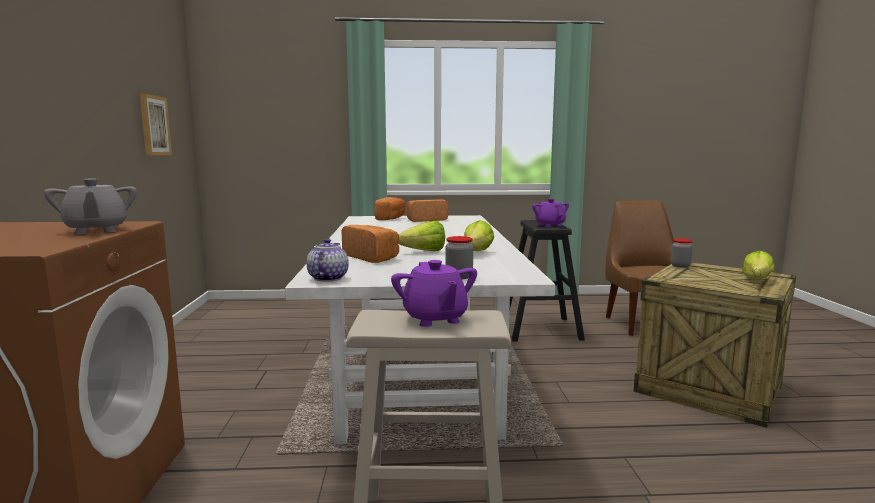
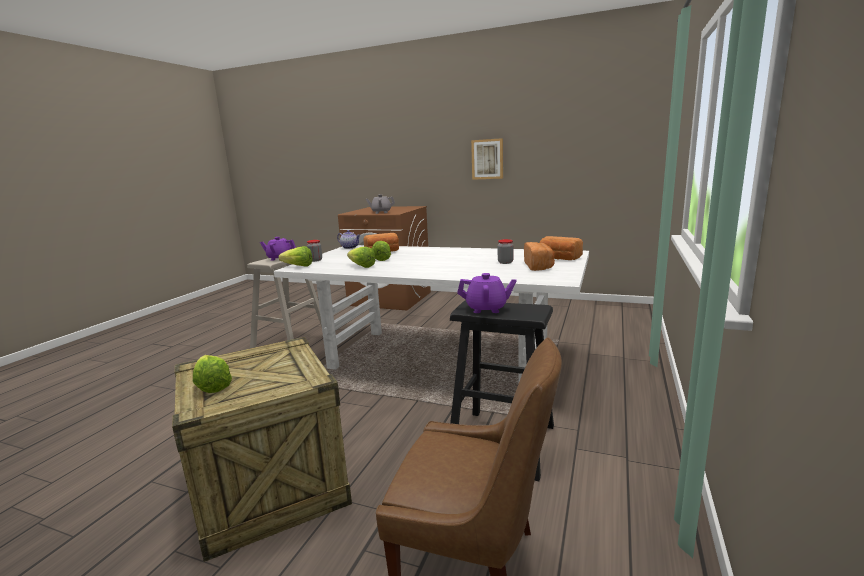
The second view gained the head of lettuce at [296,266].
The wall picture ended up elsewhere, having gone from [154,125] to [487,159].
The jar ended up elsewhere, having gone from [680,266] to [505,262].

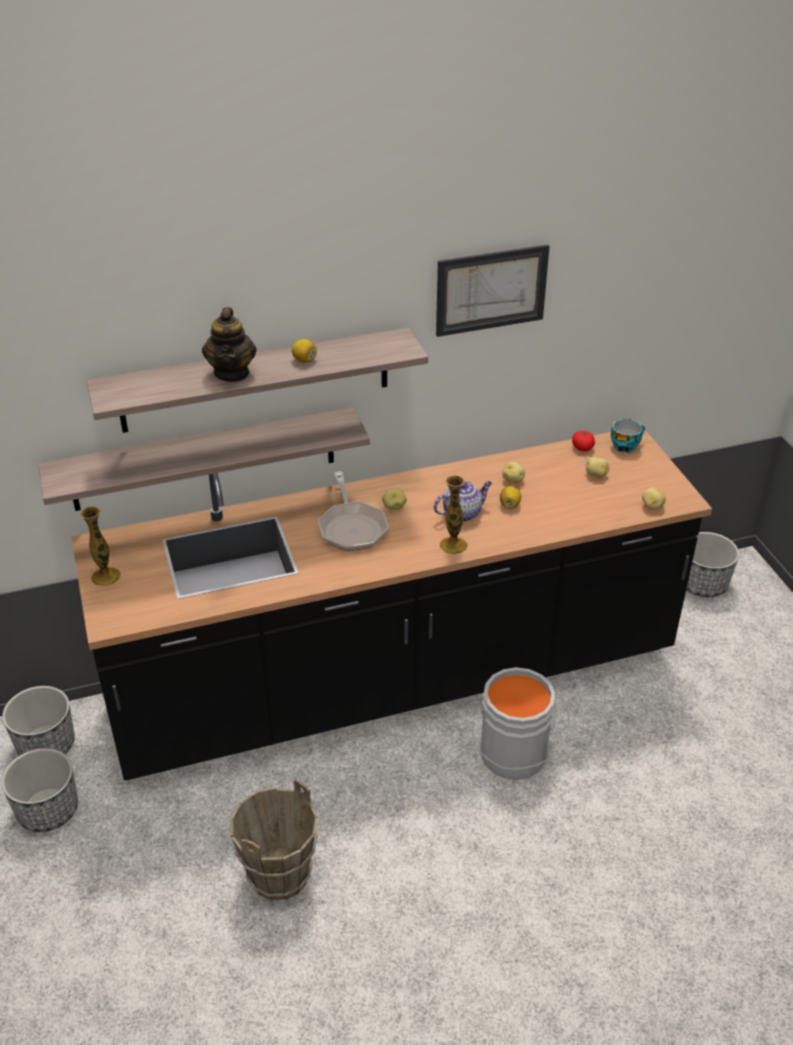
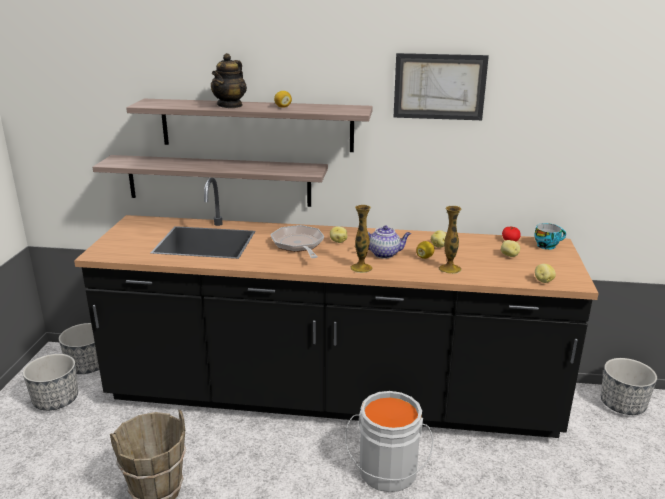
The skillet at [352,527] ended up facing another way, 150 degrees clockwise from before.
The vase ended up elsewhere, having gone from [106,576] to [449,269].

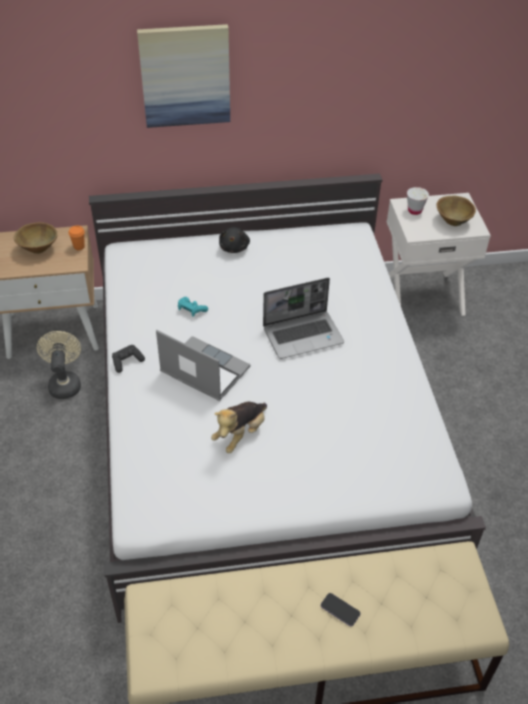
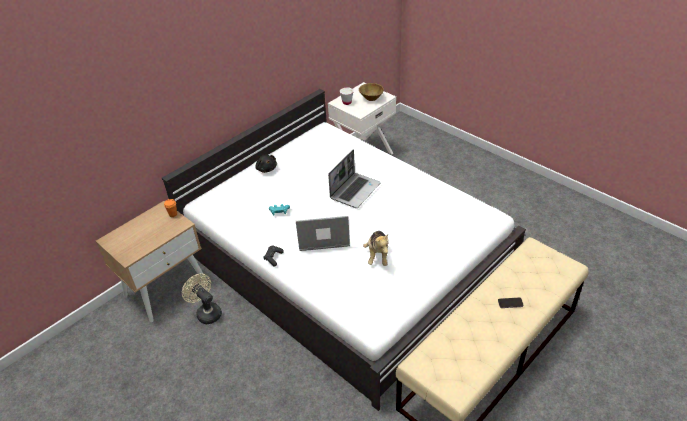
The second view lost the brownish serving bowl at [38,248].
The second view lost the wall picture at [185,76].

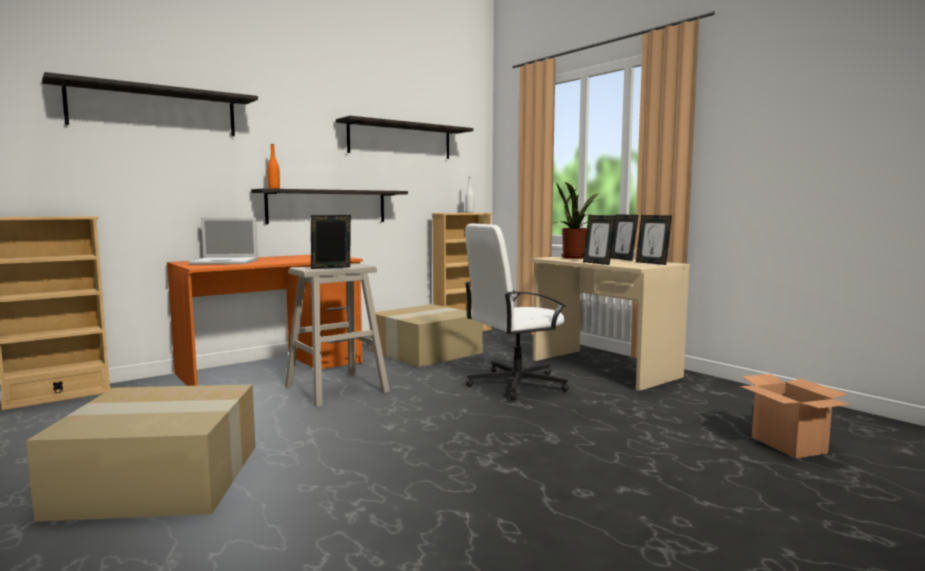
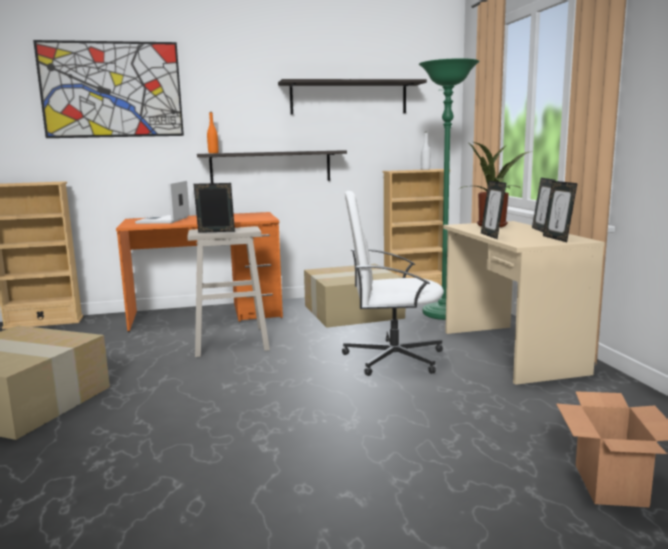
Where the bracket shelf hung at [154,110], the wall picture came to hang at [111,90].
The notebook computer at [226,262] ended up facing another way, 75 degrees clockwise from before.
The second view gained the green-coloured floor lamp at [443,314].

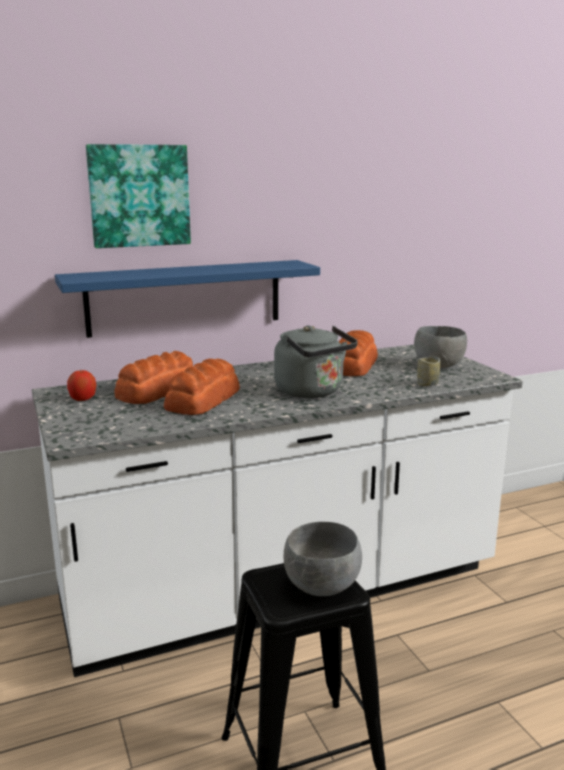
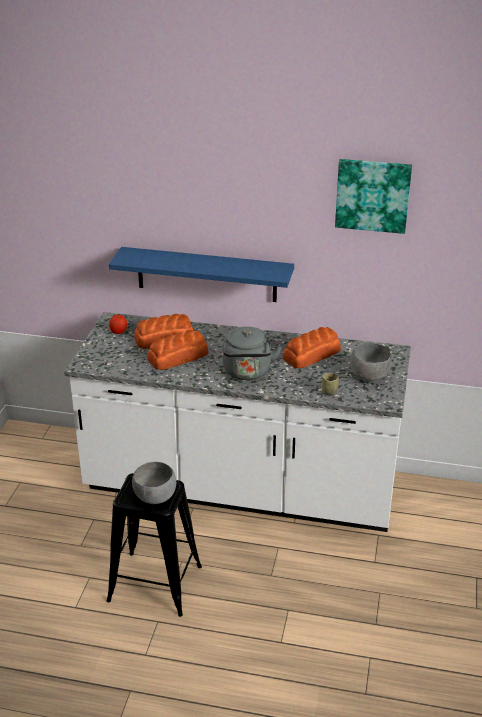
The wall picture ended up elsewhere, having gone from [139,196] to [373,195].

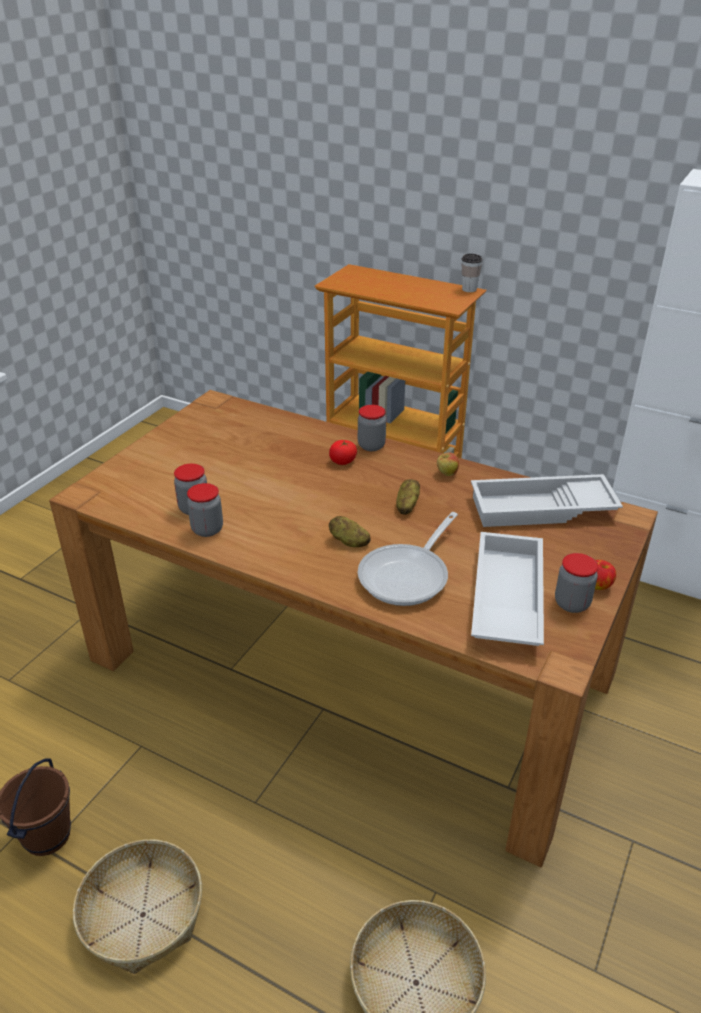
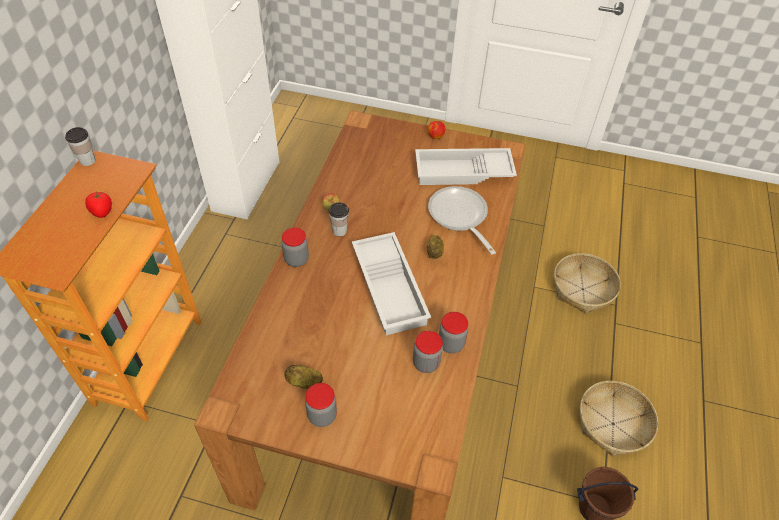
The whole tomato ended up elsewhere, having gone from [343,461] to [102,212].
The spud ended up elsewhere, having gone from [406,506] to [304,382].
The jar ended up elsewhere, having gone from [572,603] to [322,415].
The second view gained the small cup at [339,231].
The white-coloured serving tray ended up elsewhere, having gone from [541,510] to [391,287].
The skillet at [408,575] ended up facing another way, 135 degrees counterclockwise from before.

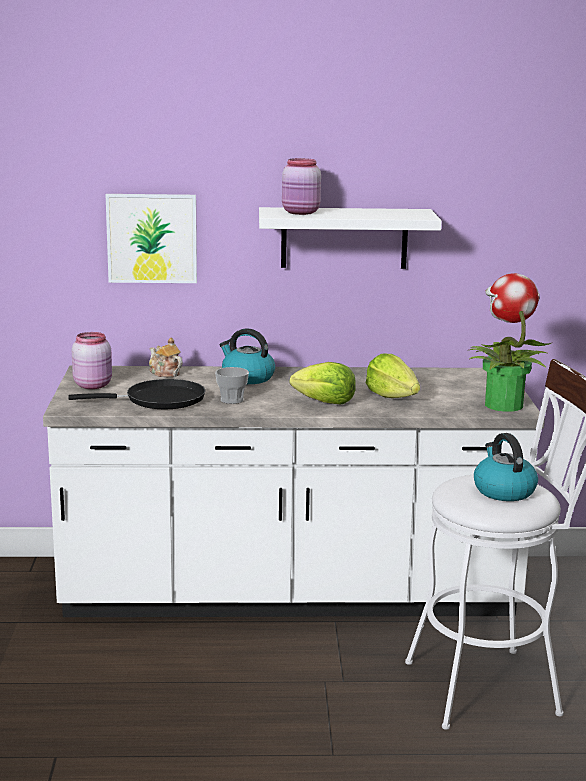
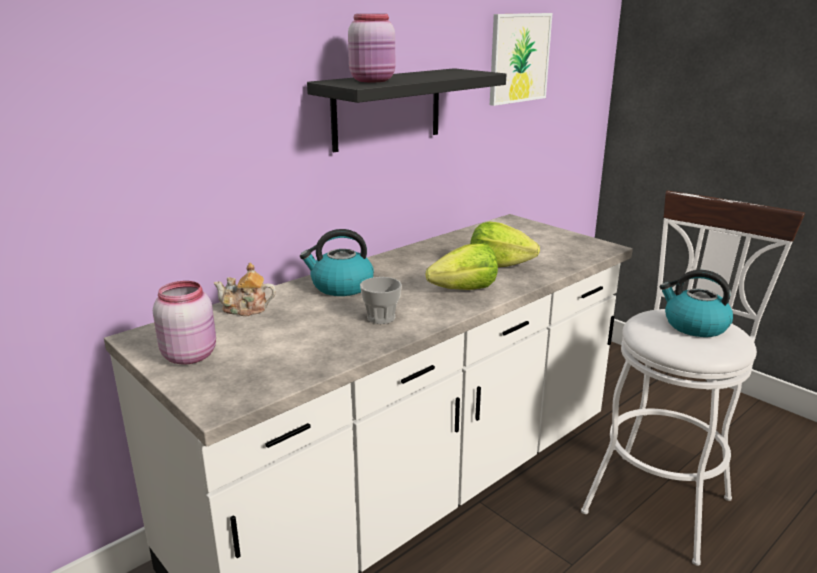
What was the white-coloured bracket shelf at [344,238] turned into the black-coloured bracket shelf at [387,109].
The wall picture ended up elsewhere, having gone from [152,238] to [519,58].
The second view lost the black-coloured skillet at [159,400].
The second view lost the potted plant at [502,404].

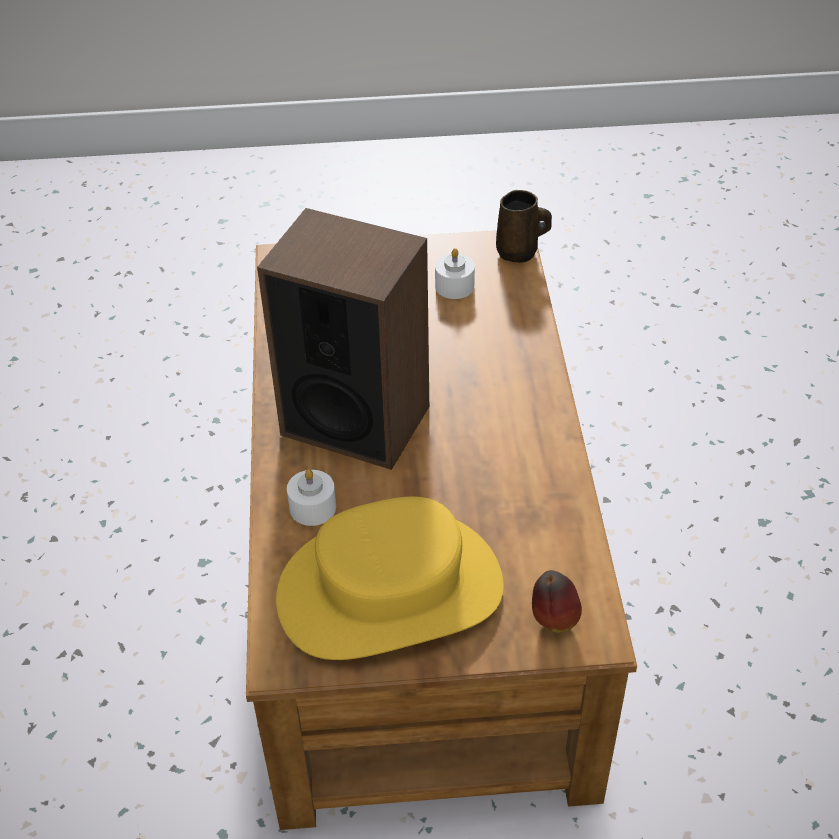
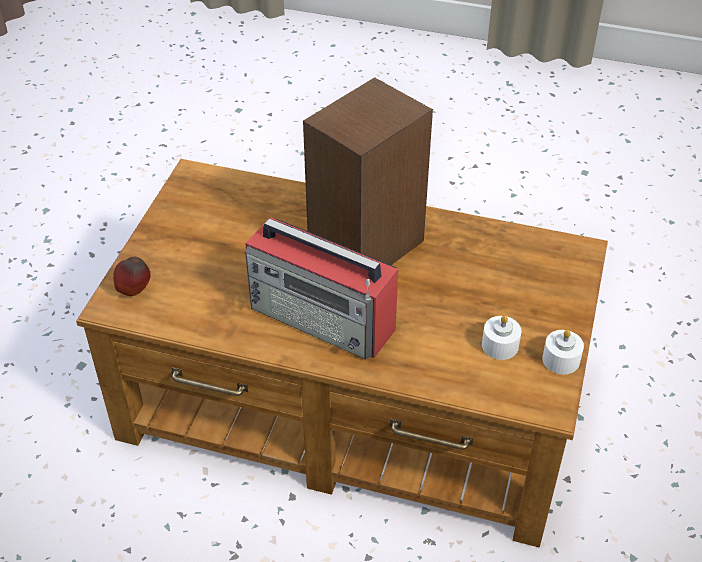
The second view gained the radio at [323,318].
The white-coloured candle ended up elsewhere, having gone from [312,507] to [561,360].
The second view lost the yellow-coloured hat at [390,590].
The second view lost the brownish tea mug at [519,252].

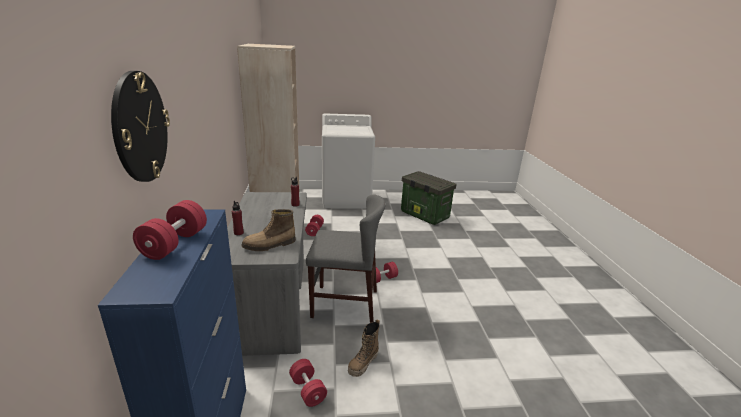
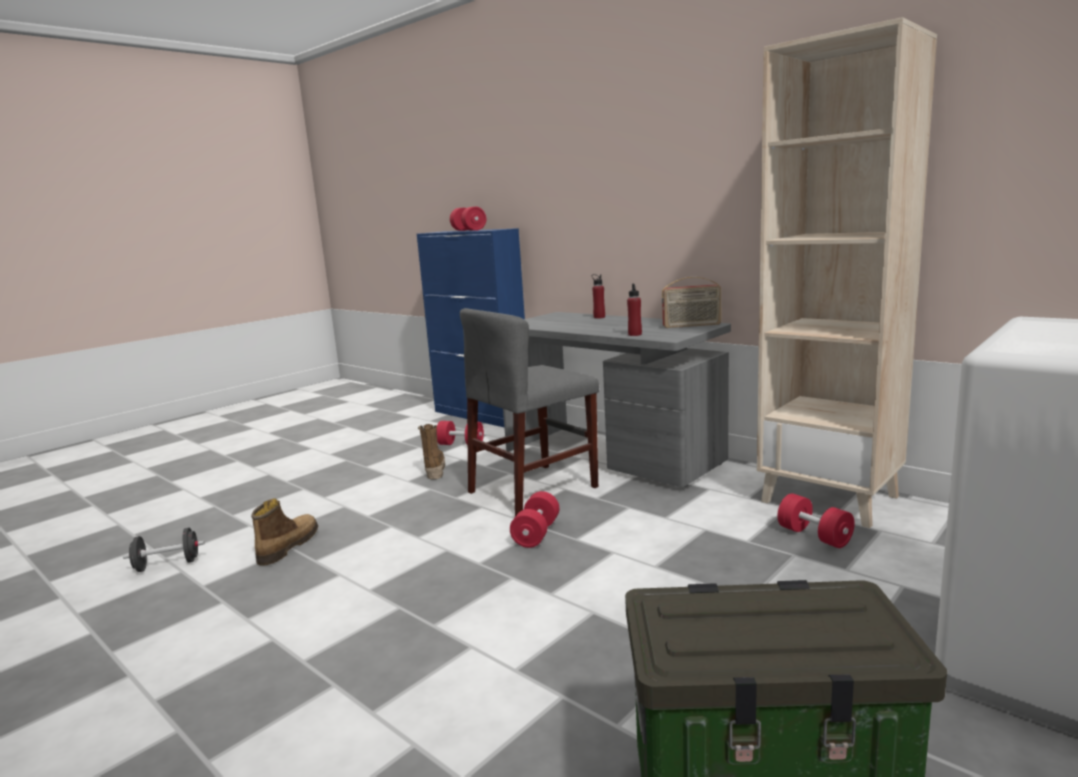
The second view gained the black-coloured free weight at [167,565].
The high-top boot ended up elsewhere, having gone from [269,245] to [287,546].
The second view gained the radio at [692,325].
The second view lost the clock on the wall at [140,127].

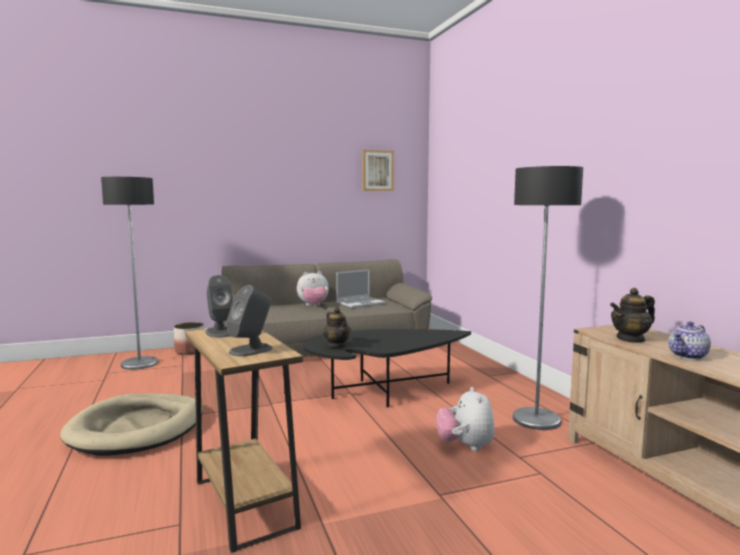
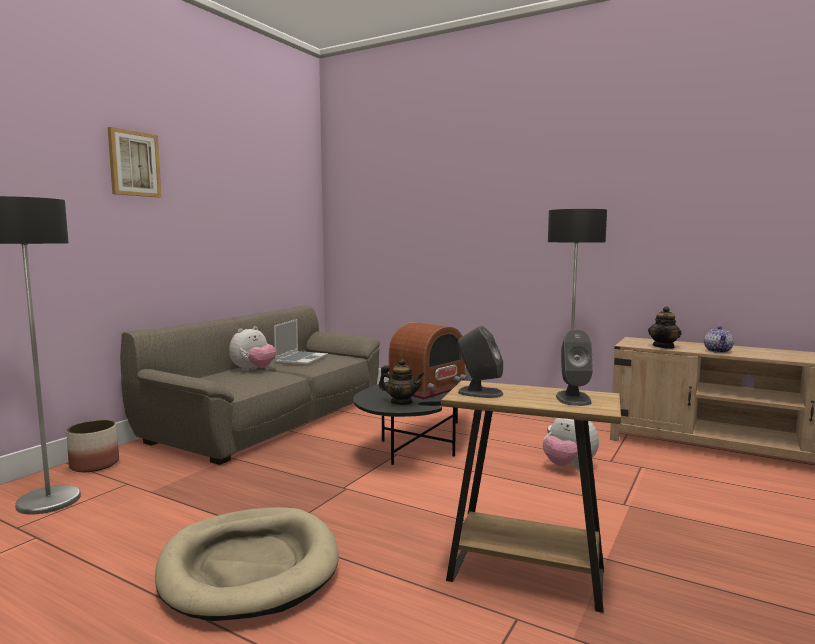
The wall picture ended up elsewhere, having gone from [377,170] to [134,164].
The second view gained the radio at [427,388].

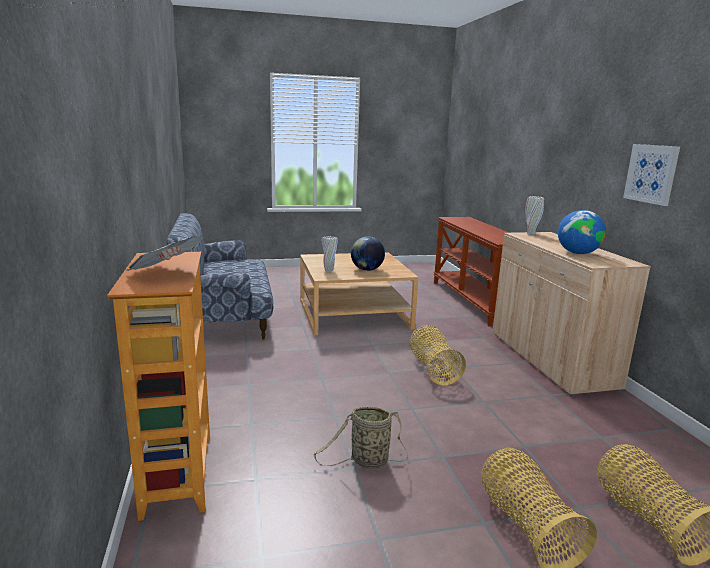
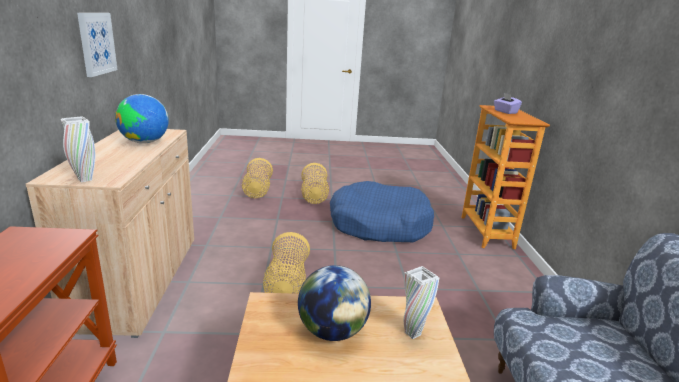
Where the household basket stood at [366,462], the blue-coloured dog cushion came to stand at [379,224].
Where the daily paper stood at [166,273], the purple tissue holder came to stand at [505,112].

